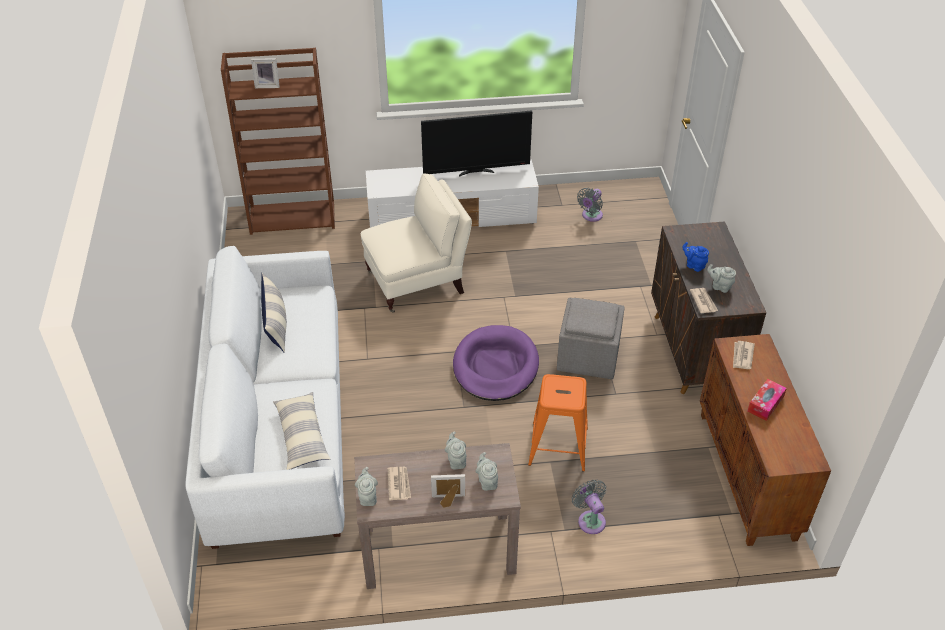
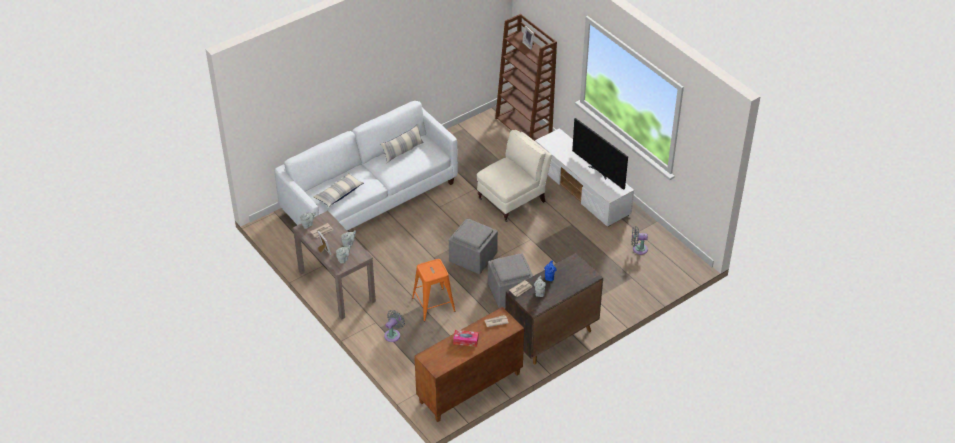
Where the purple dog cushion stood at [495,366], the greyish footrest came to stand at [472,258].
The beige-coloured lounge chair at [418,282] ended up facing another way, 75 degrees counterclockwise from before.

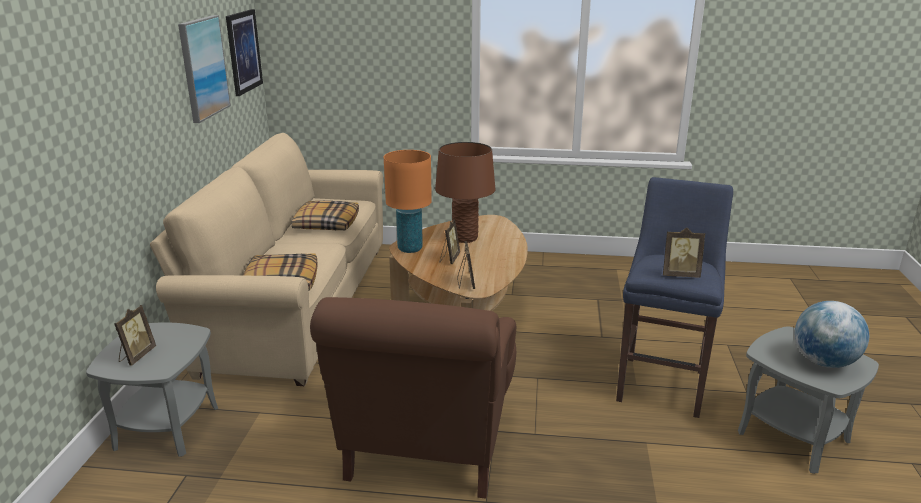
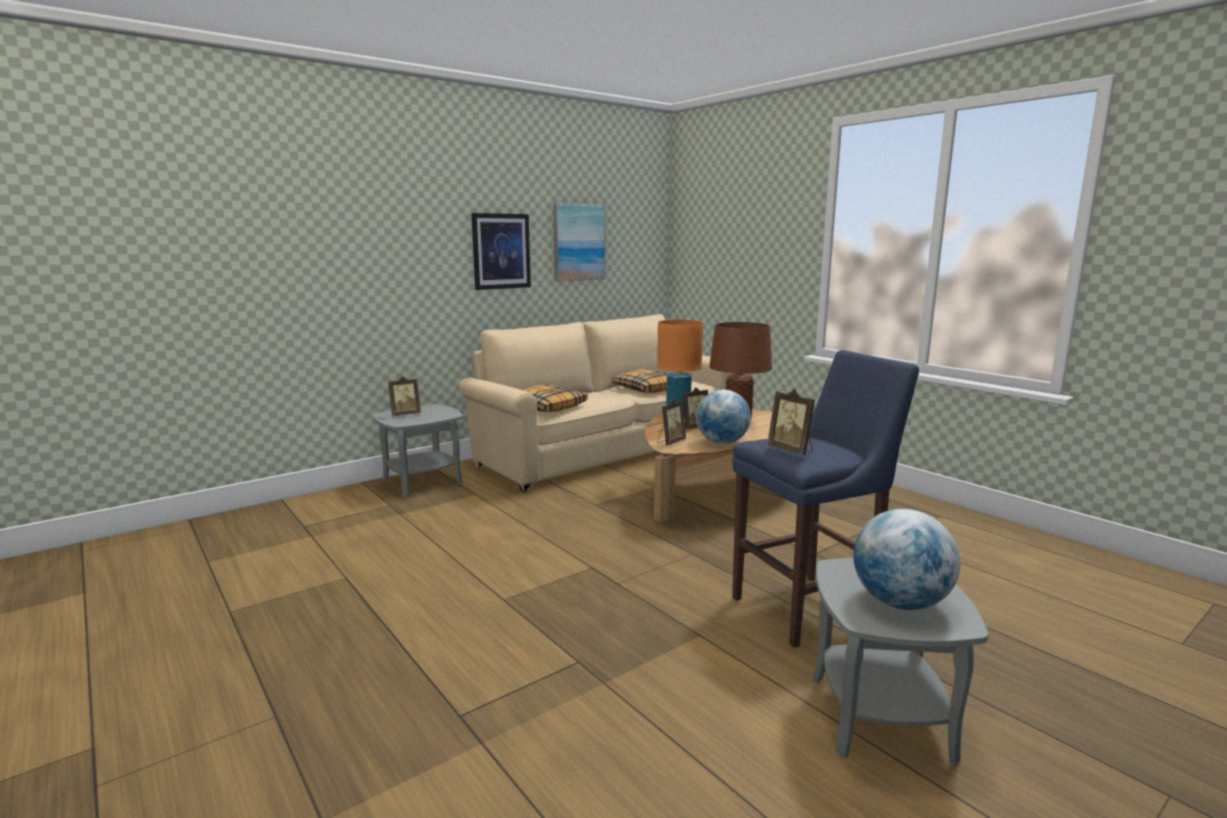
The wall picture ended up elsewhere, having gone from [243,51] to [501,251].
The second view gained the world globe at [722,442].
The second view lost the brownish lounge chair at [426,447].

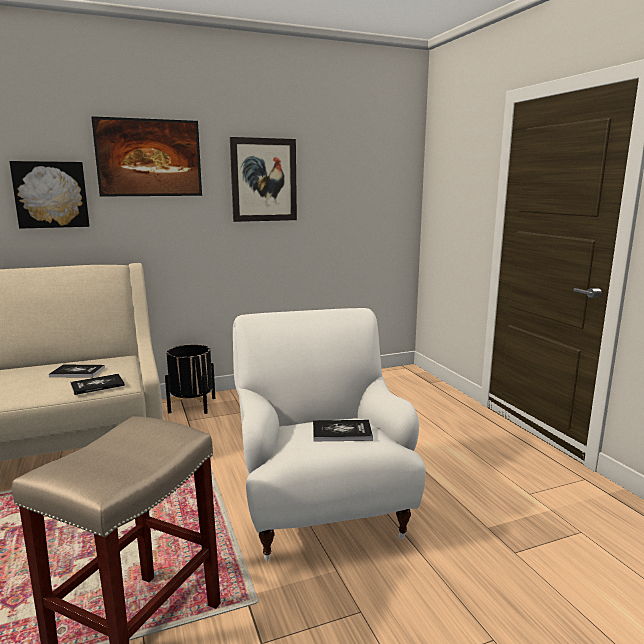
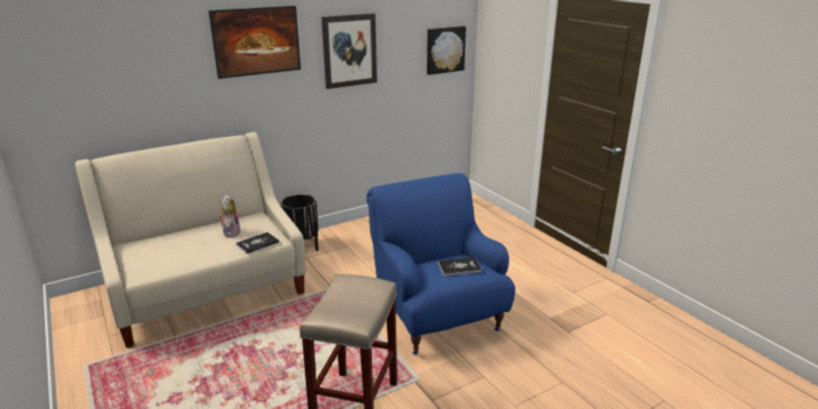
Where the volume stood at [77,372], the soft toy came to stand at [231,232].
What was the white-coloured lounge chair at [320,509] turned into the blue-coloured lounge chair at [437,317].
The wall picture ended up elsewhere, having gone from [51,194] to [445,50].

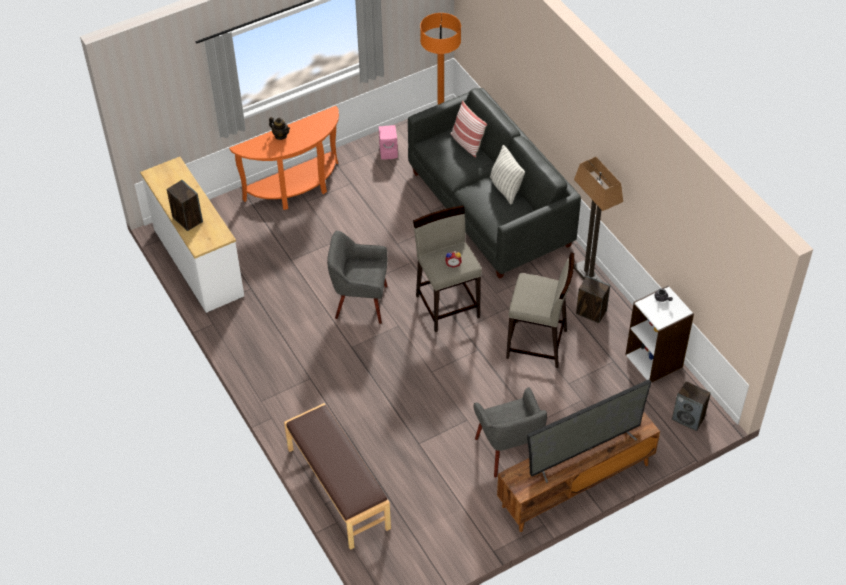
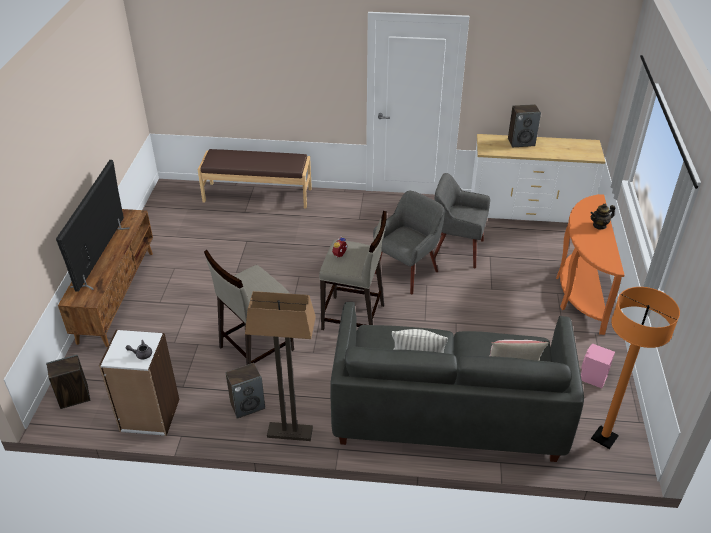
The greyish lounge chair ended up elsewhere, having gone from [509,451] to [457,249].

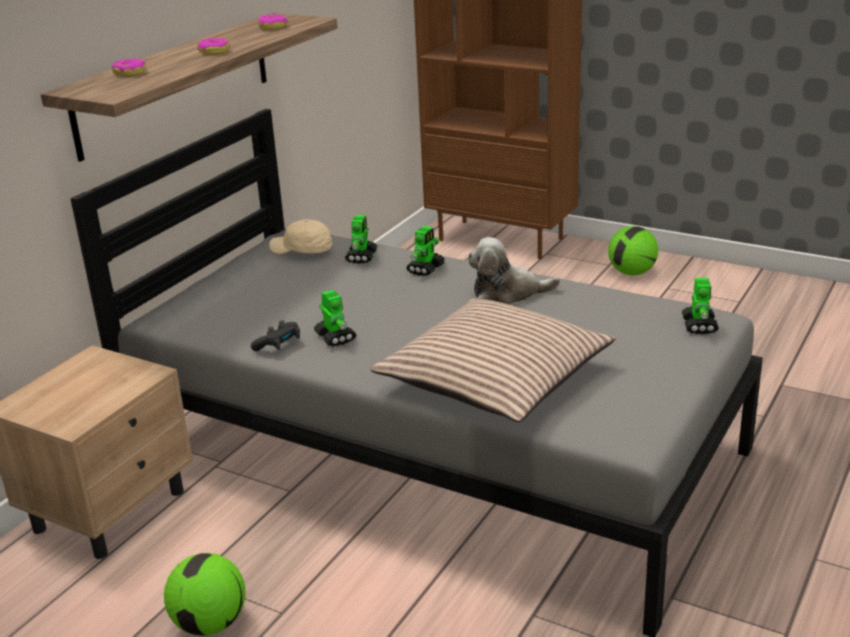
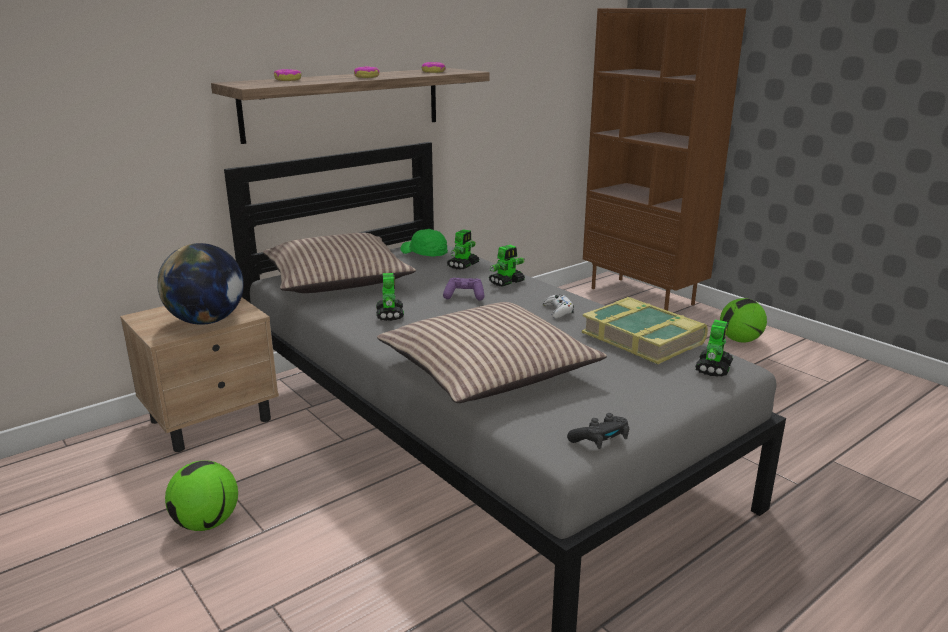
The second view gained the world globe at [207,321].
The second view gained the cushion at [337,280].
What was the beige-coloured baseball cap at [302,250] turned into the green-coloured baseball cap at [424,254].
The second view gained the purple joypad at [464,296].
Where the soft toy stood at [508,293], the white-coloured joypad came to stand at [558,311].
The black-coloured joypad ended up elsewhere, having gone from [278,345] to [600,441].
The second view gained the volume at [643,338].

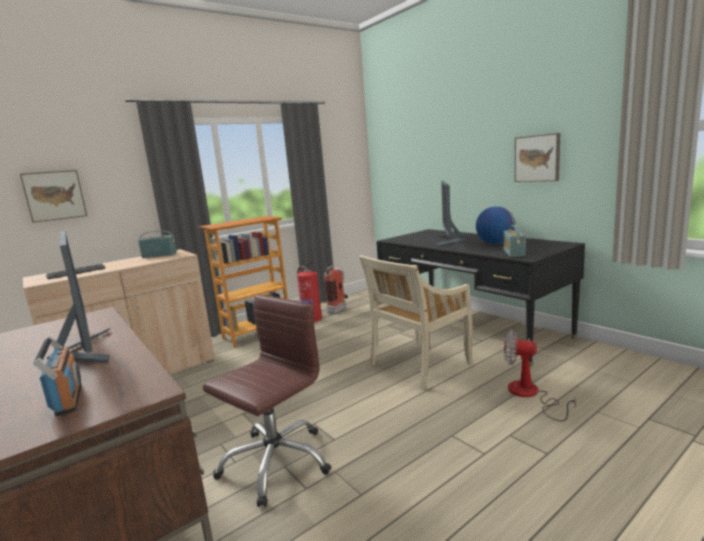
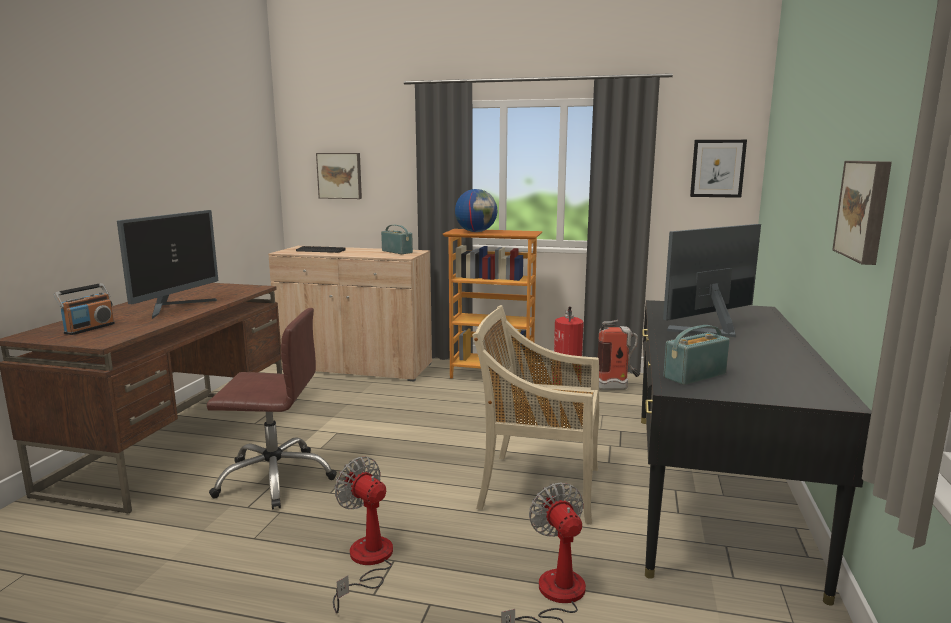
The second view gained the electric fan at [366,562].
The world globe ended up elsewhere, having gone from [495,243] to [476,232].
The second view gained the wall picture at [717,168].

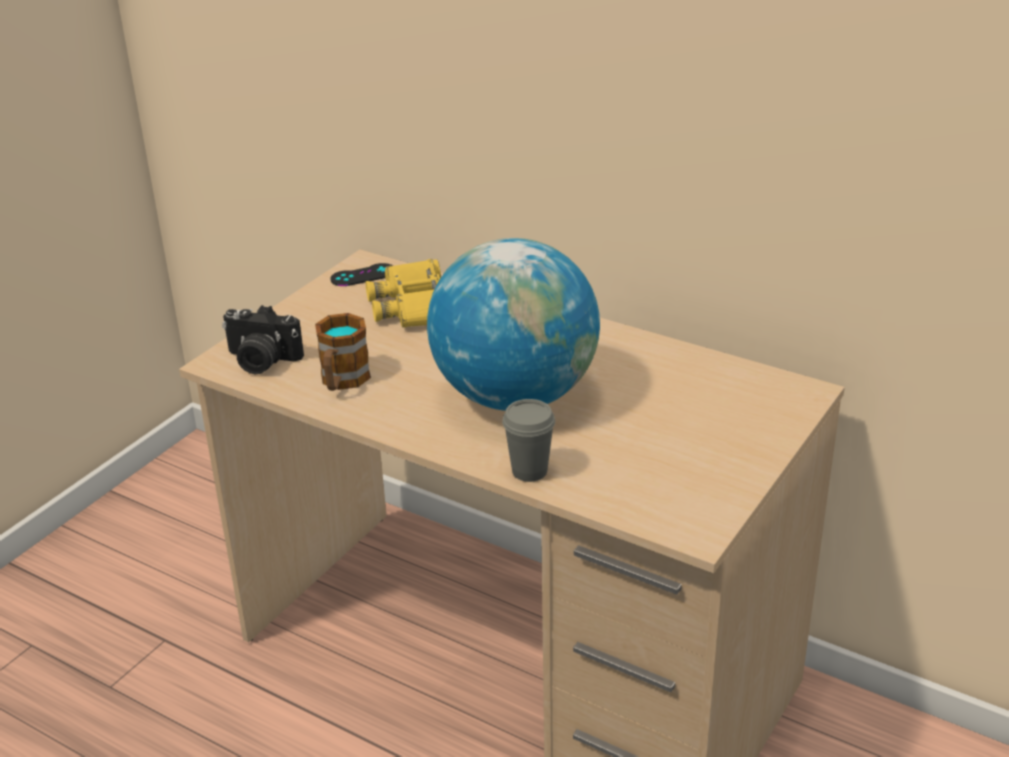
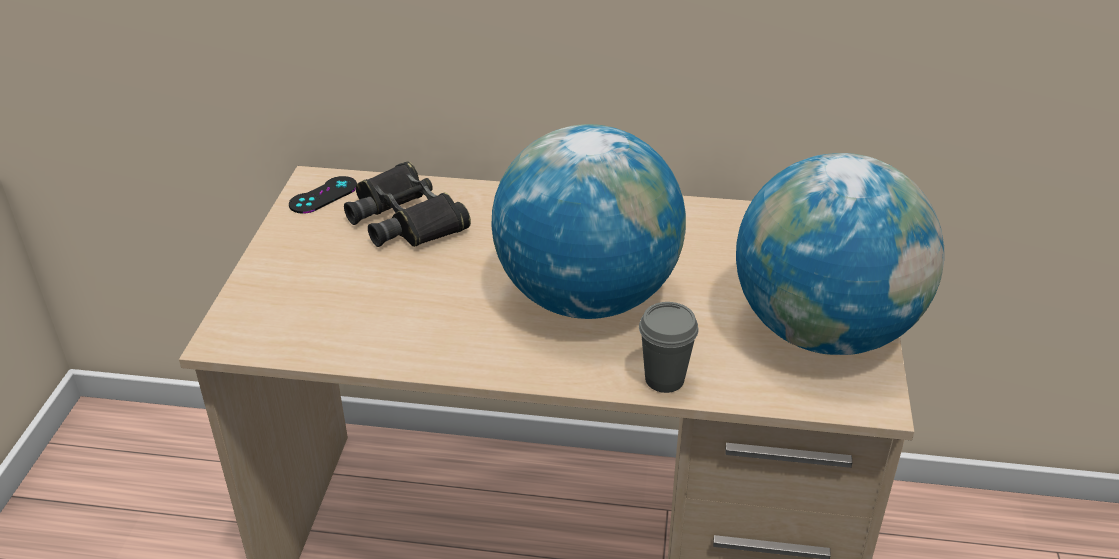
What was the yellow-coloured binoculars at [414,306] turned into the black-coloured binoculars at [405,218].
The second view gained the world globe at [823,330].
The second view lost the still camera at [261,361].
The second view lost the tea mug at [342,382].

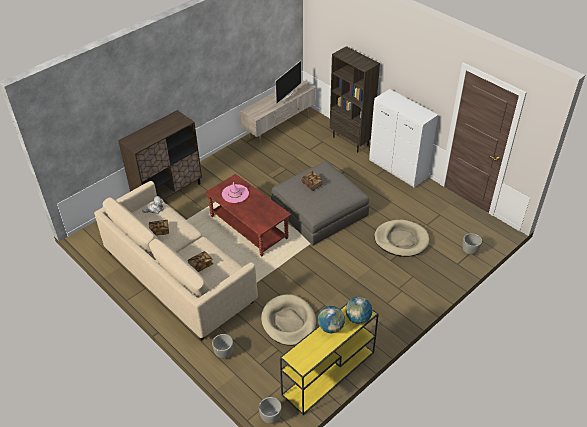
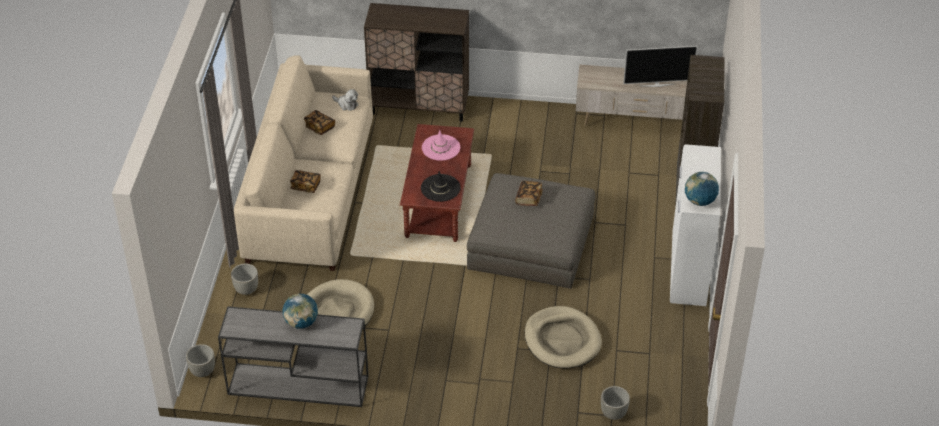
What was the yellow-coloured narrow table at [328,374] turned into the greyish narrow table at [296,385].
The second view gained the black-coloured hat at [440,188].
The world globe ended up elsewhere, having gone from [358,318] to [700,201].

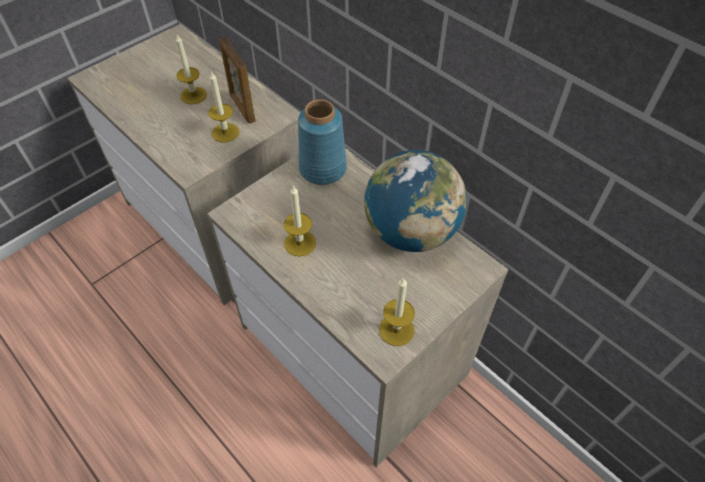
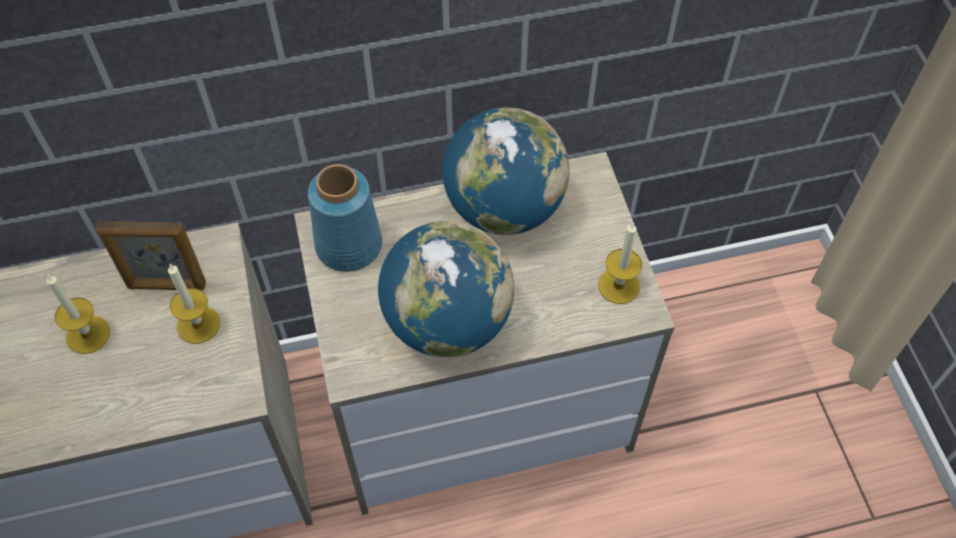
Where the candle stood at [300,243], the world globe came to stand at [447,321].

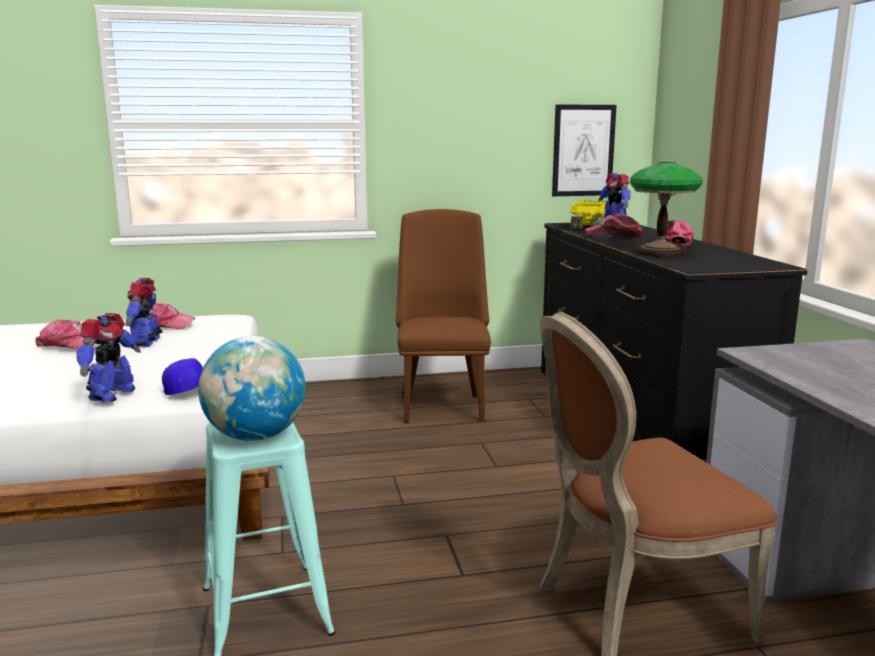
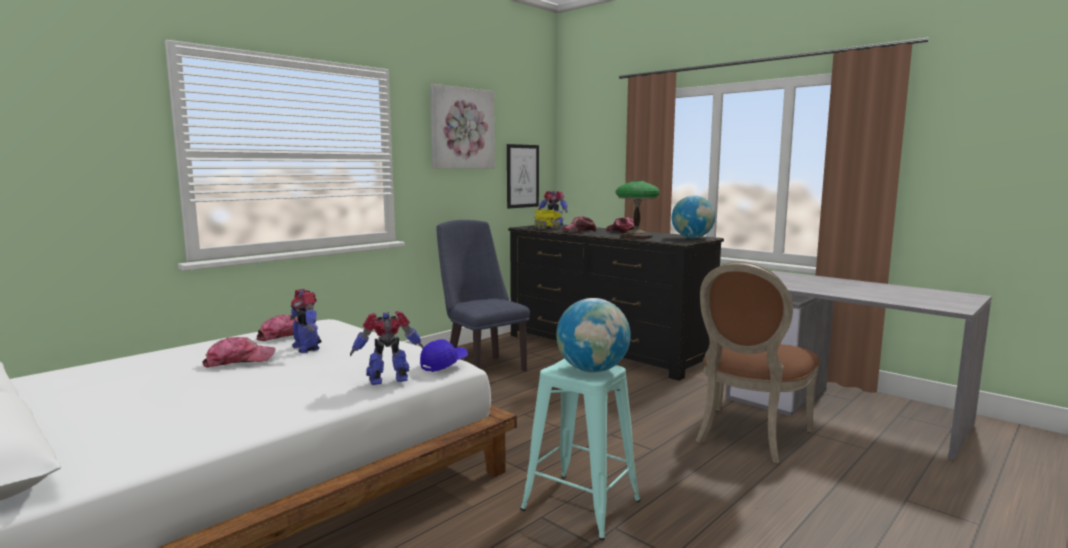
The model robot at [111,395] ended up facing another way, 90 degrees counterclockwise from before.
The second view gained the wall picture at [462,128].
What was the brownish plain chair at [442,405] turned into the blue-coloured plain chair at [482,367].
The second view gained the world globe at [692,238].

